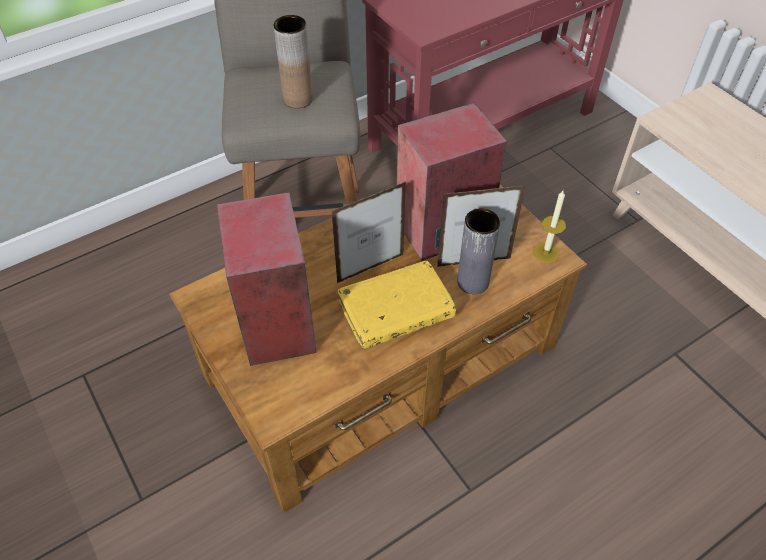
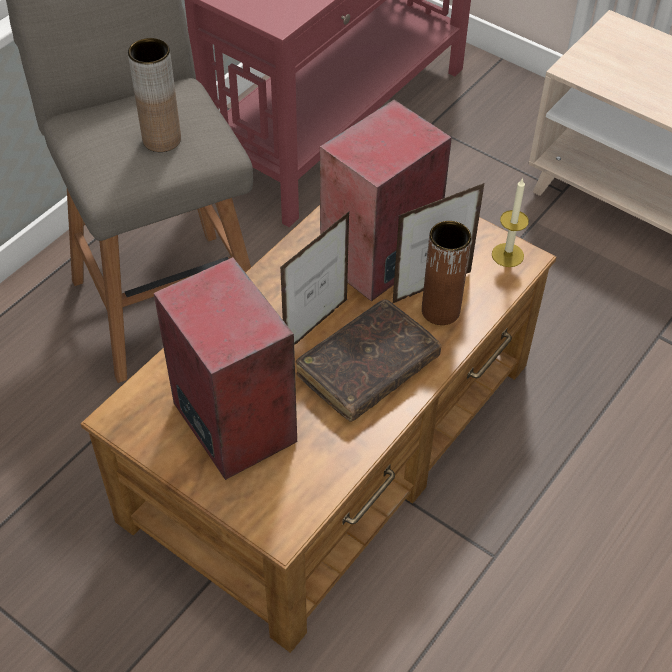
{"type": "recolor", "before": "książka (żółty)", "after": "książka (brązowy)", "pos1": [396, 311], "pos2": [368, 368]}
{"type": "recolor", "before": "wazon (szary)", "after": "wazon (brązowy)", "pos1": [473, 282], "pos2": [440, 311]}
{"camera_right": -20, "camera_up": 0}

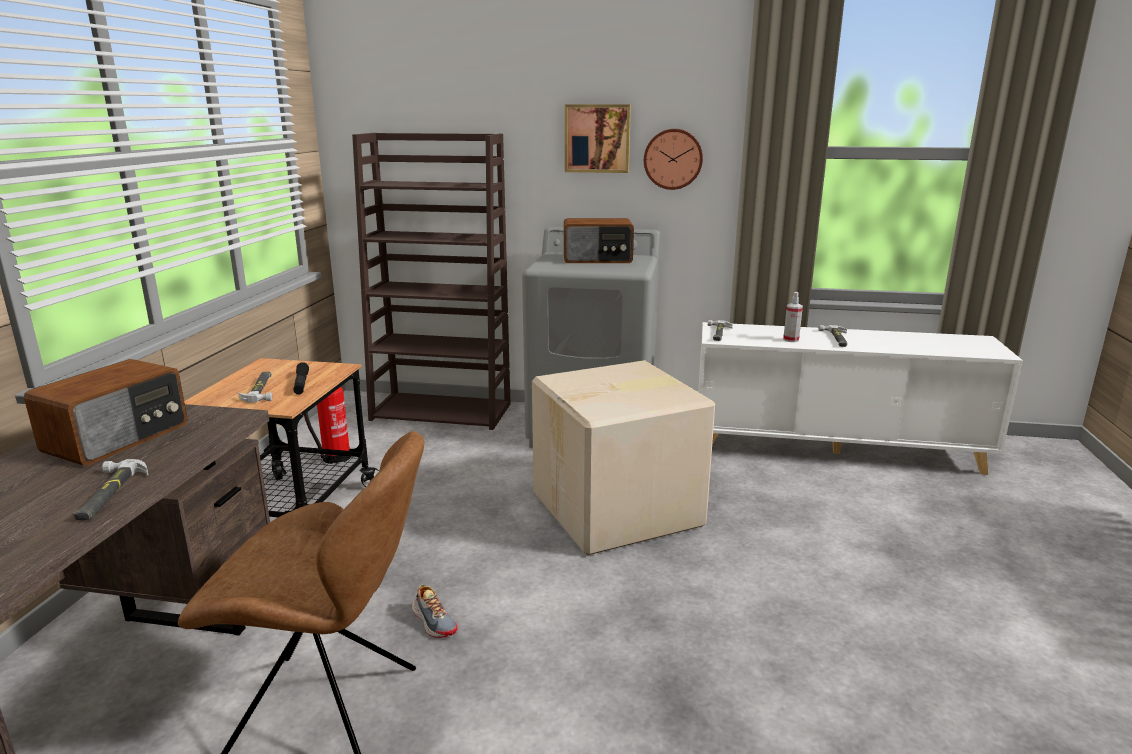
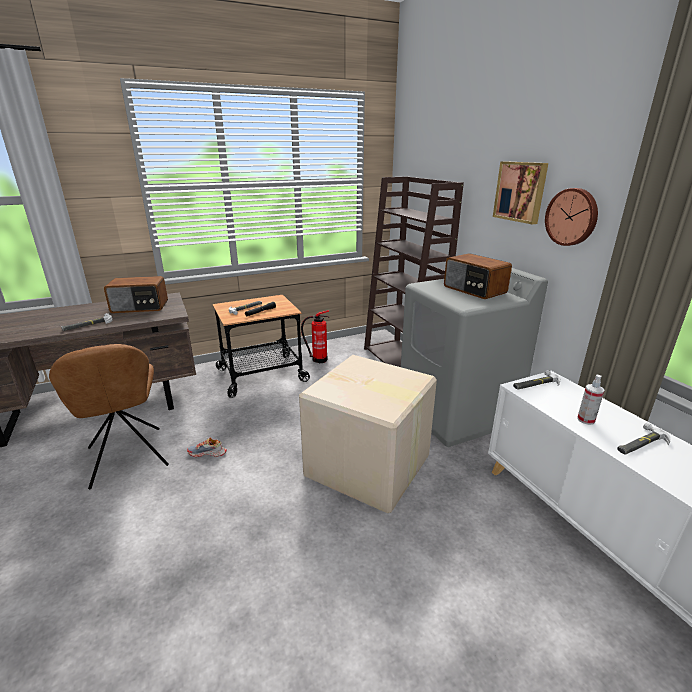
{"type": "rotate", "before": "but", "pos1": [434, 621], "pos2": [207, 453], "turn": 75}
{"camera_right": 55, "camera_up": 5}

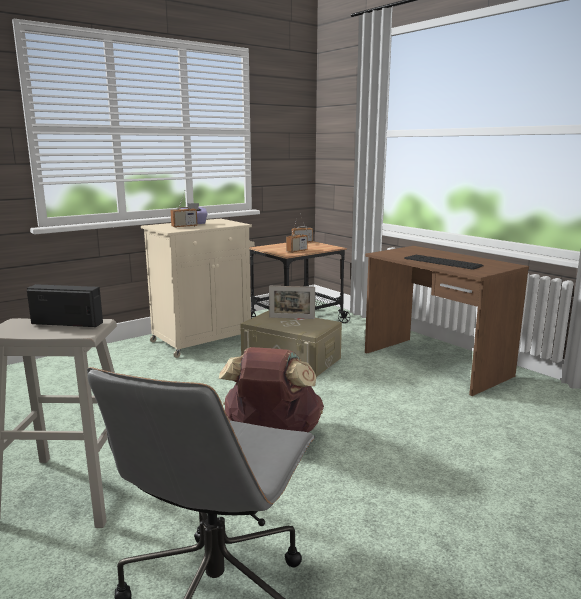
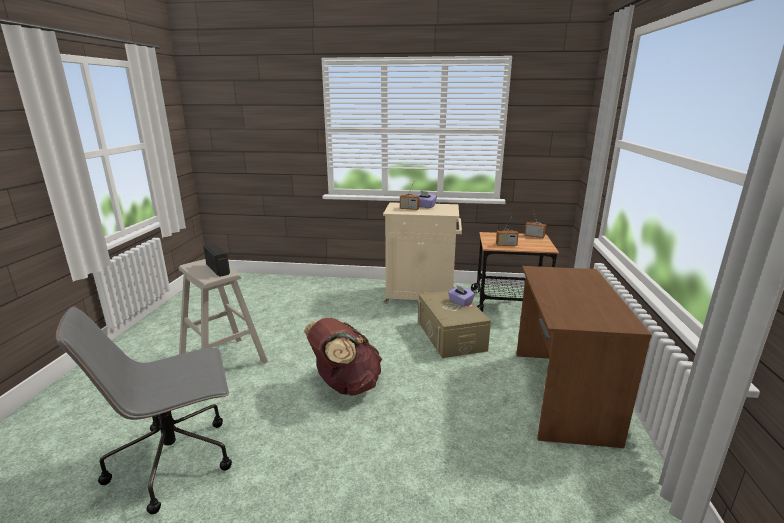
{"type": "replace", "before": "ramka na zdjęcie", "after": "pudełko chusteczek (fioletowy)", "pos1": [292, 318], "pos2": [460, 302]}
{"type": "delete", "before": "klawiatura", "pos1": [442, 262]}
{"camera_right": 45, "camera_up": 5}

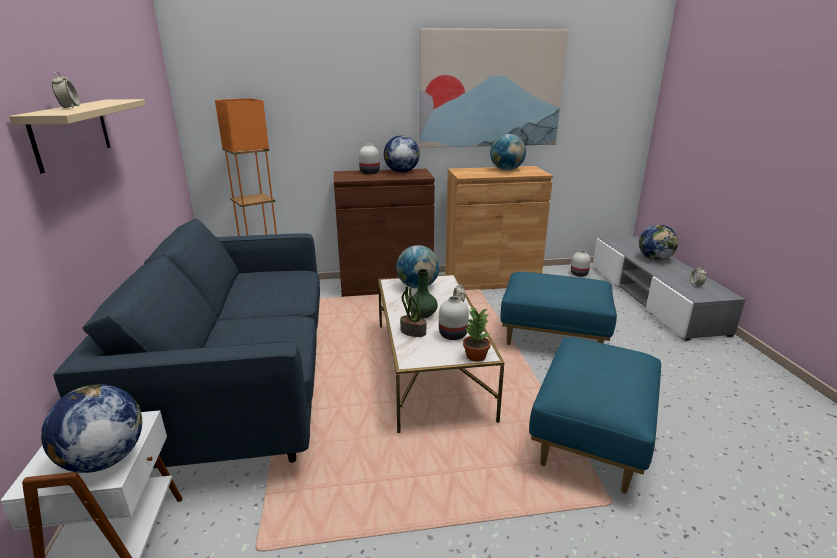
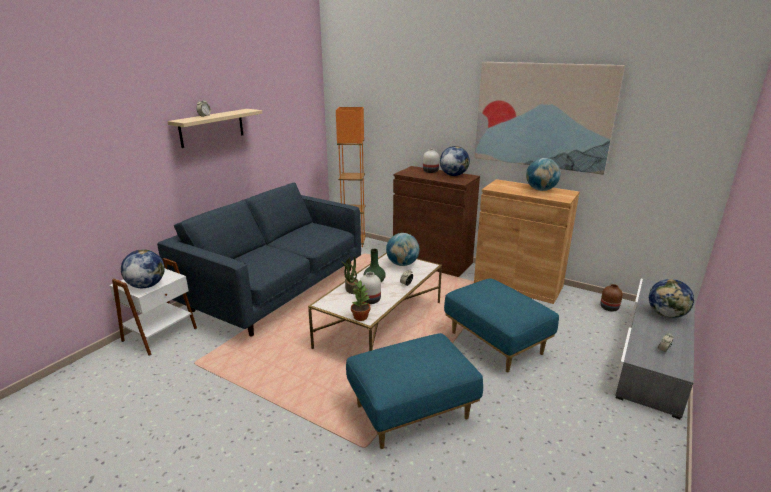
{"type": "recolor", "before": "wazon (biały)", "after": "wazon (brązowy)", "pos1": [578, 274], "pos2": [608, 308]}
{"camera_right": 40, "camera_up": 0}

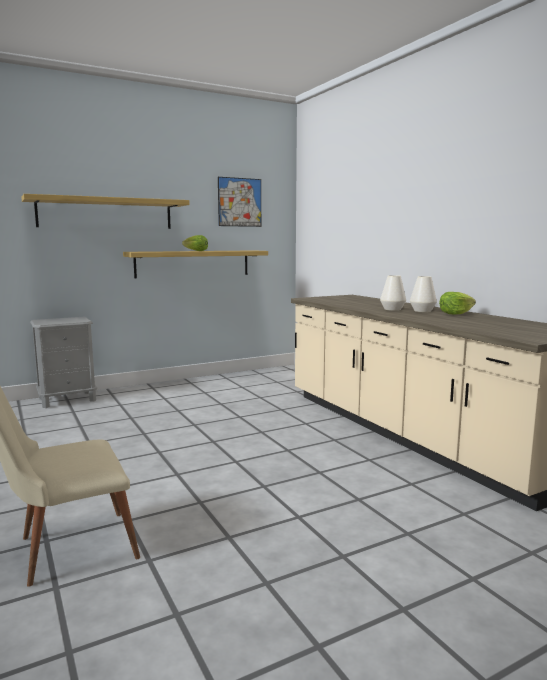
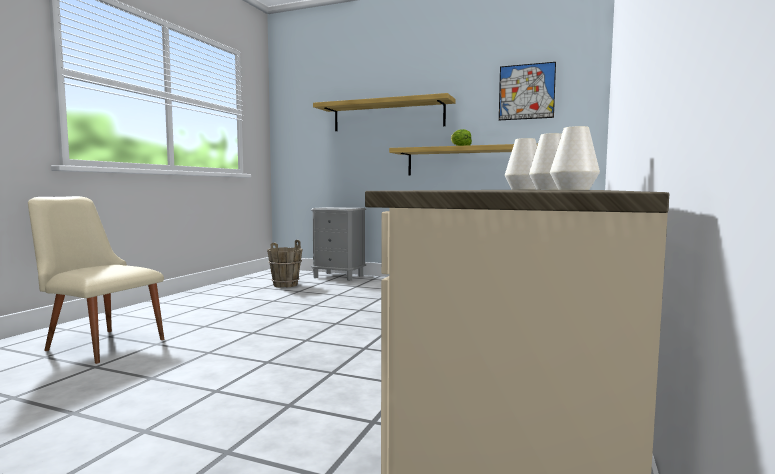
{"type": "insert", "after": "wiadro (brązowy)", "pos2": [285, 285]}
{"type": "replace", "before": "sałata", "after": "wazon (biały)", "pos1": [455, 313], "pos2": [573, 190]}
{"camera_right": 50, "camera_up": -5}

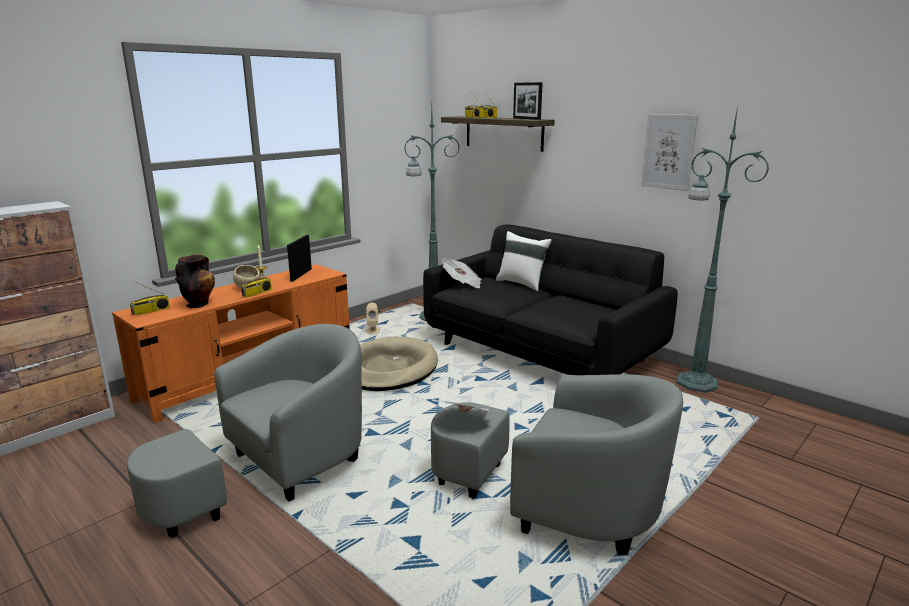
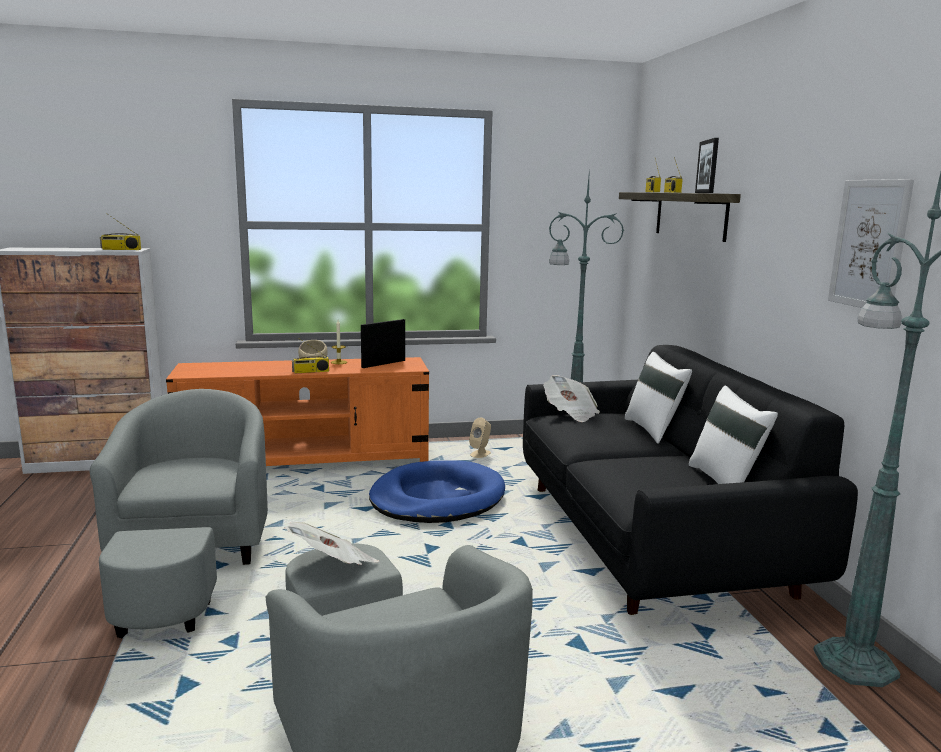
{"type": "rotate", "before": "fotel (szary)", "pos1": [275, 471], "pos2": [189, 560], "turn": -90}
{"type": "move", "before": "radio", "pos1": [151, 311], "pos2": [120, 249]}
{"type": "recolor", "before": "legowisko (beżowy)", "after": "legowisko (niebieski)", "pos1": [389, 369], "pos2": [437, 498]}
{"type": "insert", "after": "poduszka (biały)", "pos2": [725, 482]}
{"type": "delete", "before": "wazon", "pos1": [198, 304]}
{"camera_right": 35, "camera_up": -5}

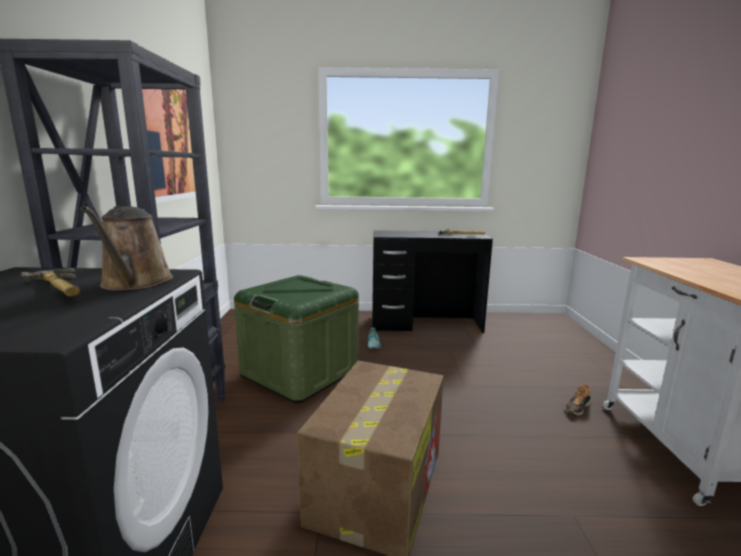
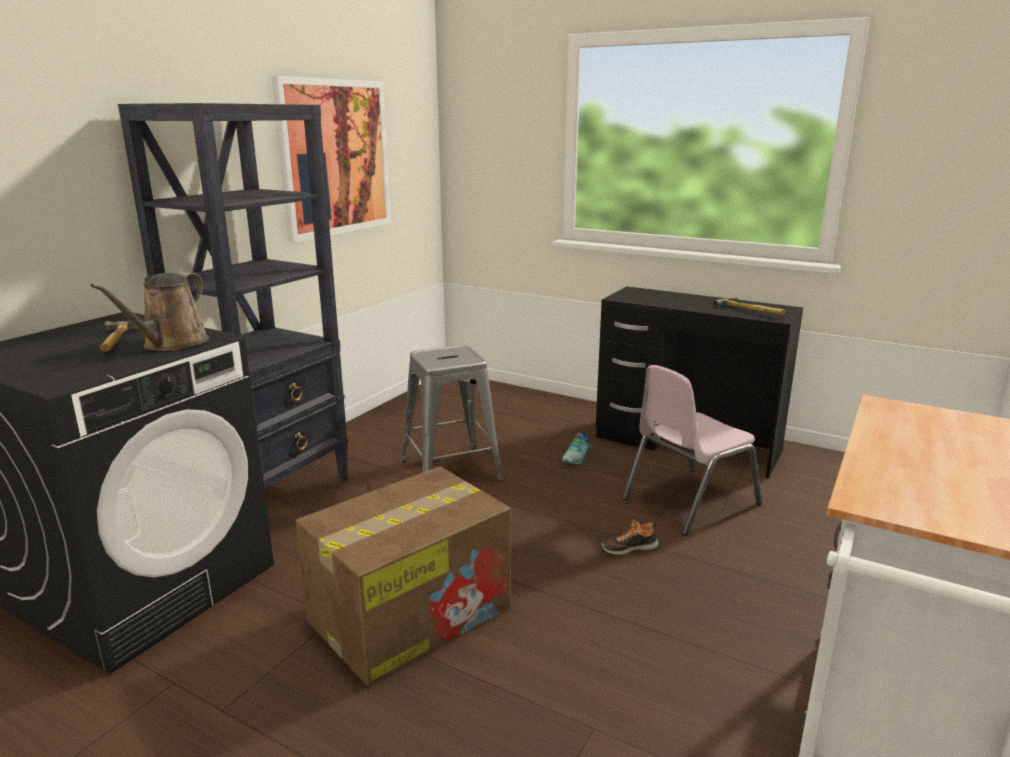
{"type": "replace", "before": "pojemnik do przechowywania (zielony)", "after": "stołek (szary)", "pos1": [300, 372], "pos2": [450, 471]}
{"type": "move", "before": "but", "pos1": [577, 407], "pos2": [629, 547]}
{"type": "insert", "after": "krzesło (różowy)", "pos2": [689, 501]}
{"camera_right": 30, "camera_up": 5}

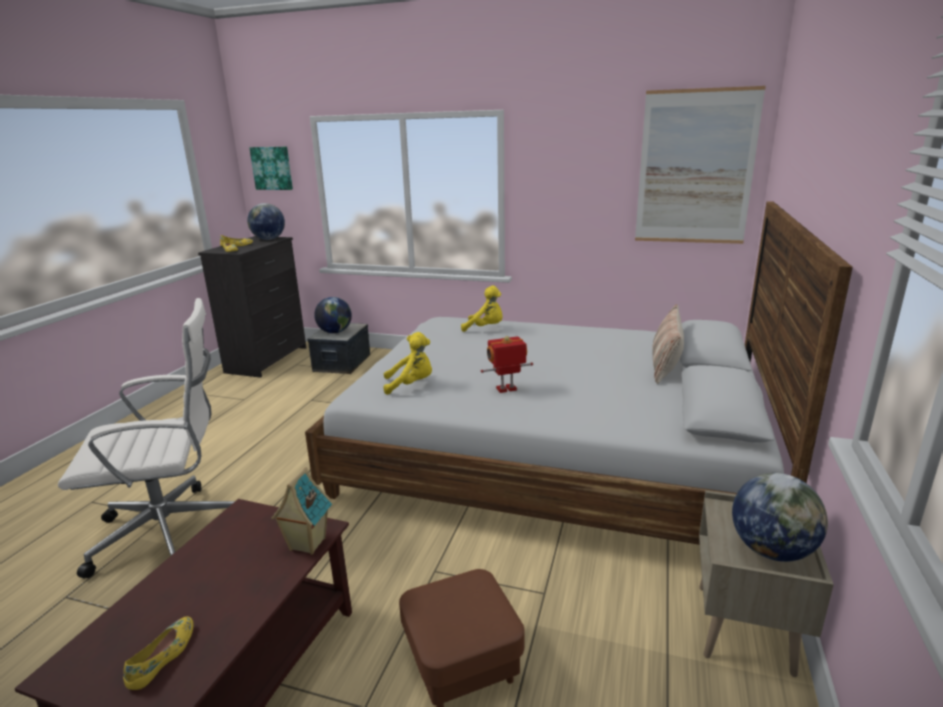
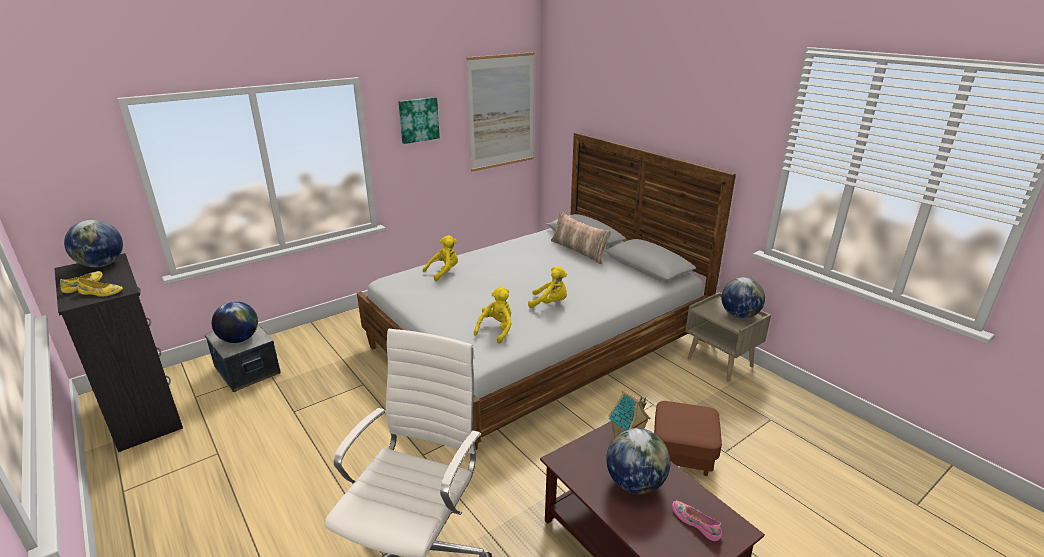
{"type": "move", "before": "obraz", "pos1": [272, 168], "pos2": [418, 120]}
{"type": "replace", "before": "robot zabawkowy", "after": "pluszak (żółty)", "pos1": [507, 389], "pos2": [550, 303]}
{"type": "insert", "after": "globus", "pos2": [635, 483]}
{"type": "recolor", "before": "but (żółty)", "after": "but (różowy)", "pos1": [164, 657], "pos2": [696, 522]}
{"camera_right": -55, "camera_up": 5}

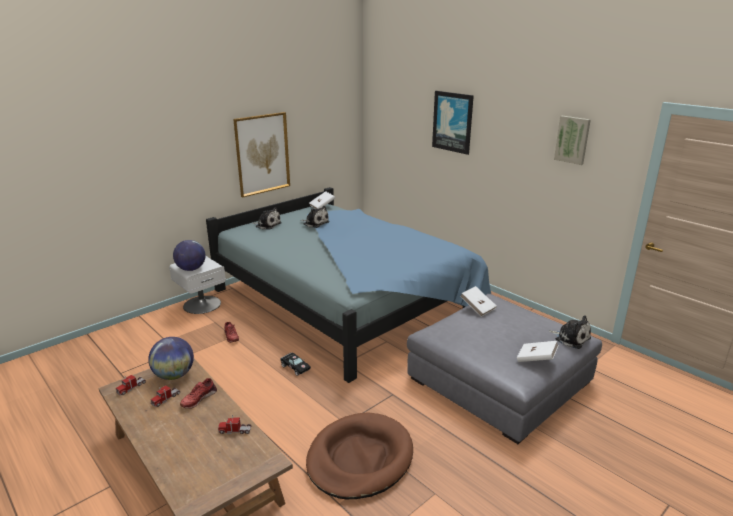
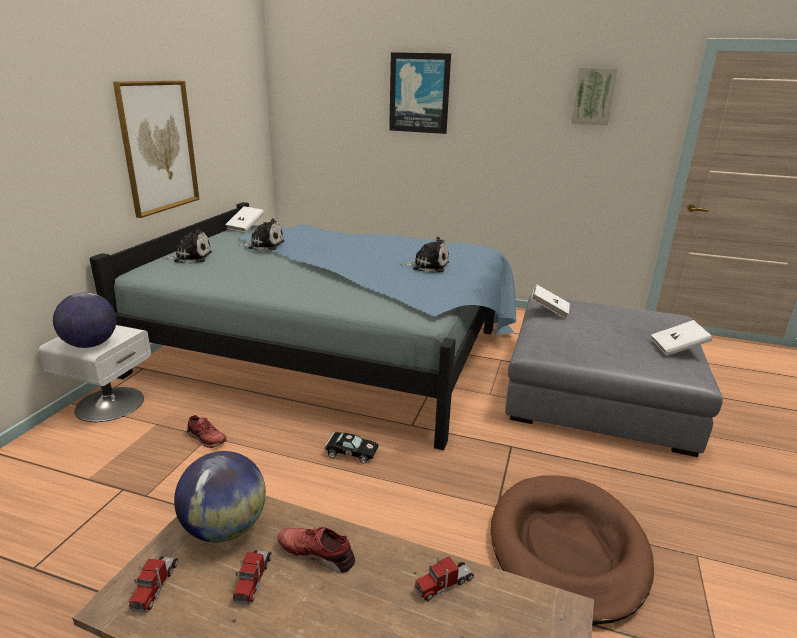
{"type": "rotate", "before": "but (czerwony)", "pos1": [198, 398], "pos2": [317, 553], "turn": 105}
{"type": "move", "before": "pluszak", "pos1": [570, 338], "pos2": [428, 266]}
{"camera_right": -30, "camera_up": 0}

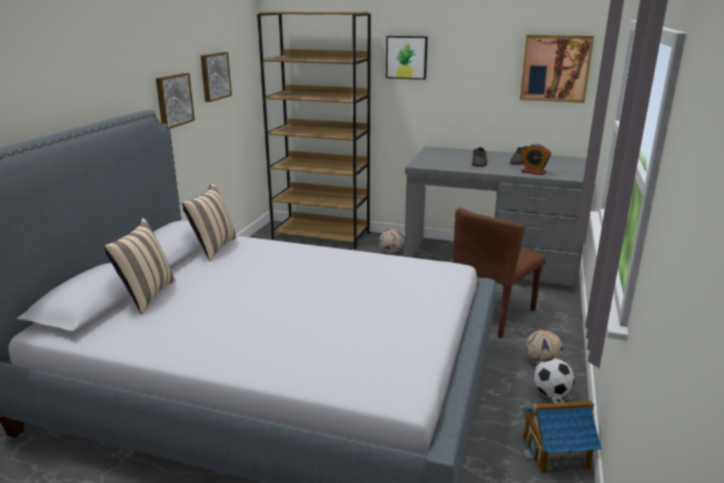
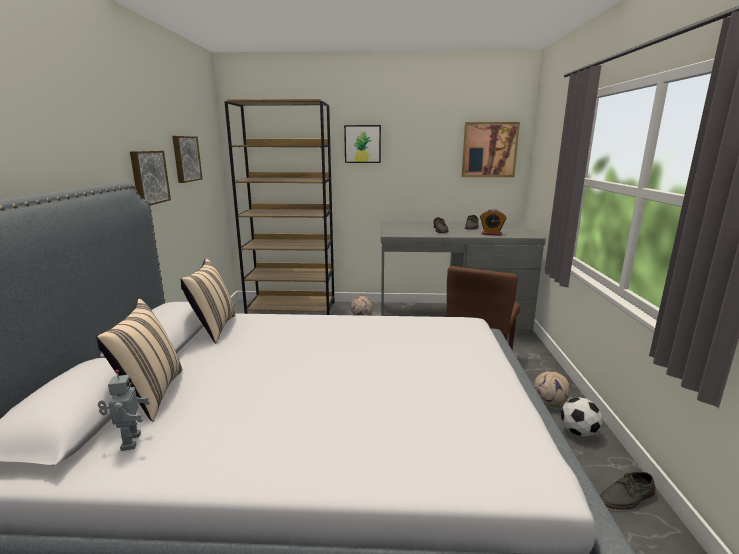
{"type": "insert", "after": "robot zabawkowy", "pos2": [129, 442]}
{"type": "replace", "before": "domek", "after": "but (szary)", "pos1": [556, 453], "pos2": [627, 497]}
{"camera_right": -15, "camera_up": -5}

